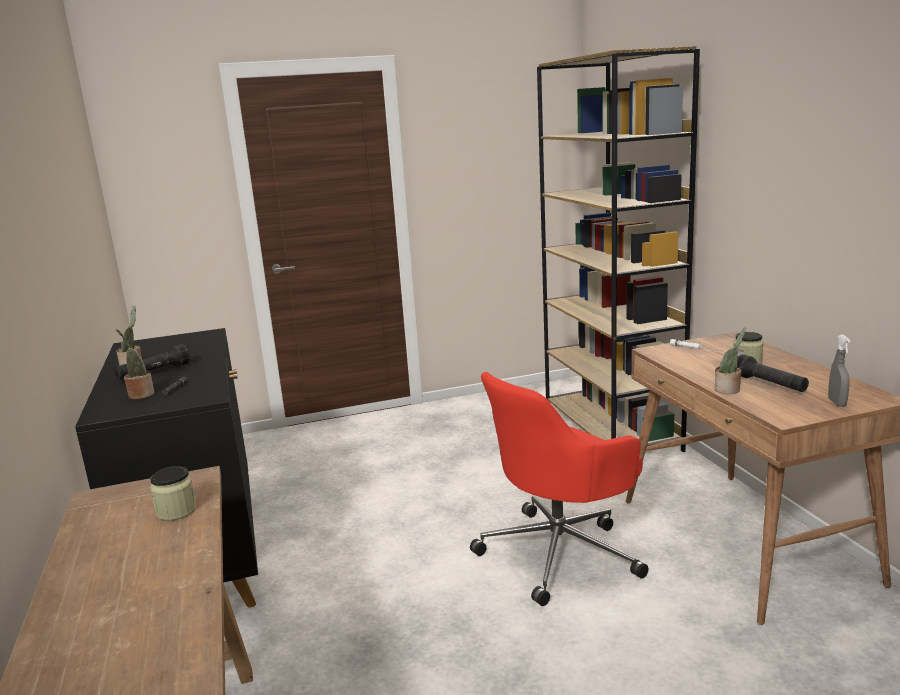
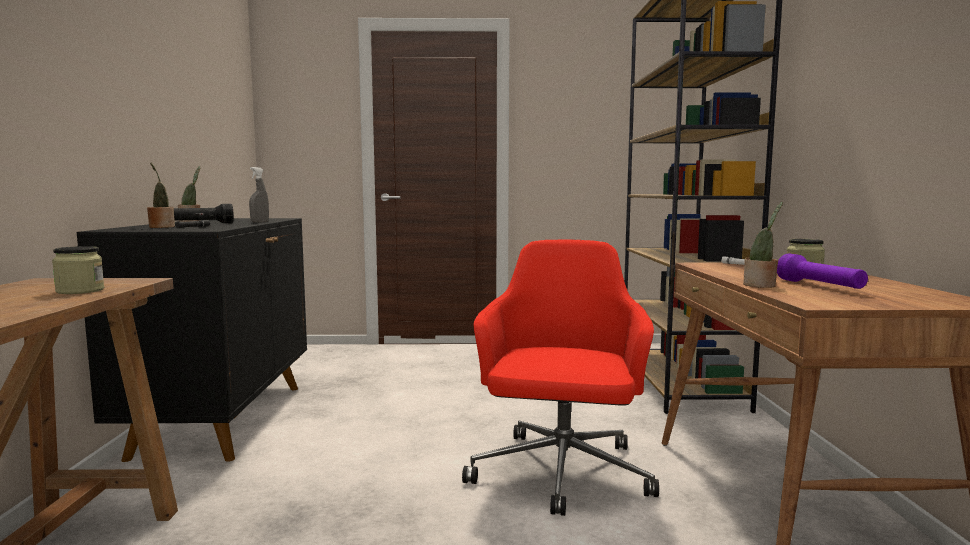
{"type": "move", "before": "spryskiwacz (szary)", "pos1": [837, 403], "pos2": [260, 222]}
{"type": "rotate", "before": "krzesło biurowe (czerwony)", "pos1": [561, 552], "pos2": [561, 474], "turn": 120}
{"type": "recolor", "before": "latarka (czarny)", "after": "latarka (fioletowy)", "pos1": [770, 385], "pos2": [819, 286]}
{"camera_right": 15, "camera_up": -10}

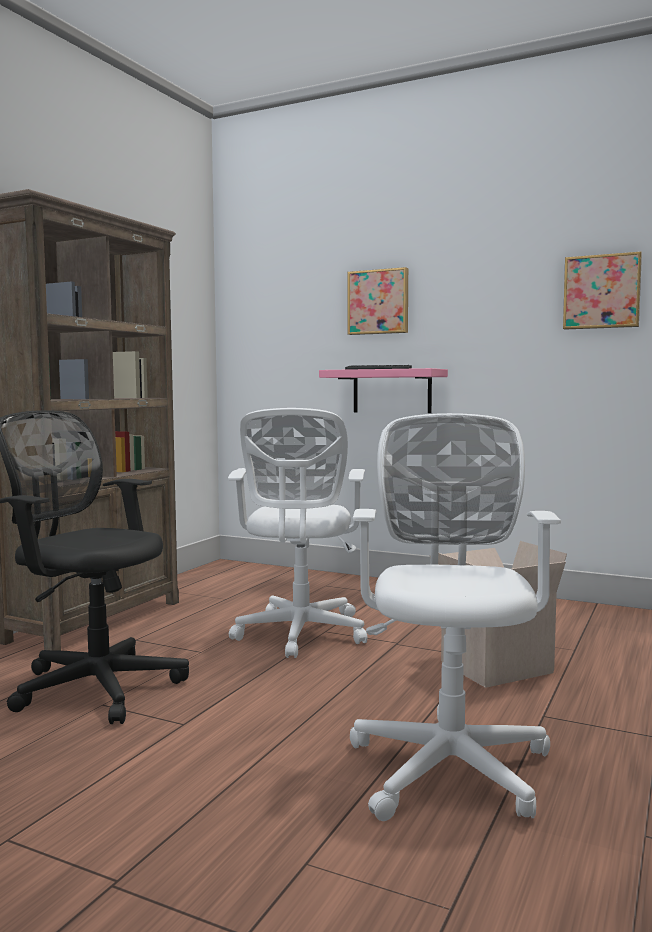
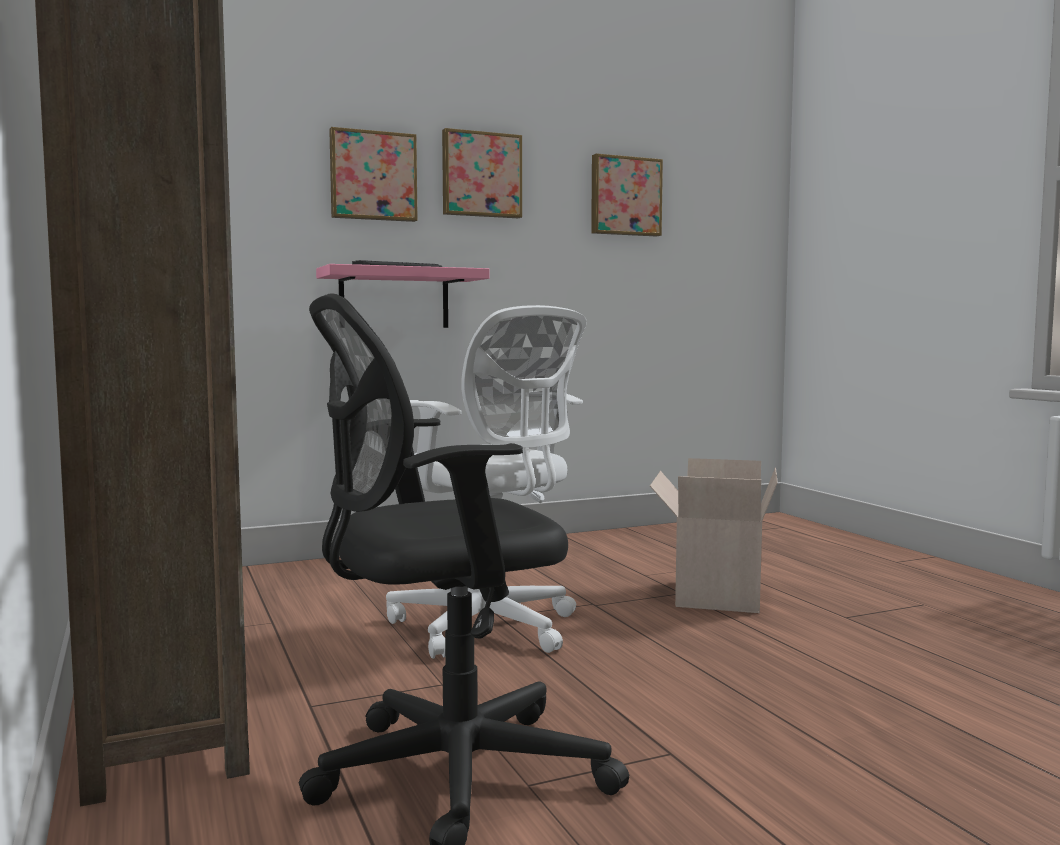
{"type": "insert", "after": "obraz", "pos2": [481, 175]}
{"type": "delete", "before": "krzesło biurowe (biały)", "pos1": [450, 763]}
{"camera_right": -50, "camera_up": 0}

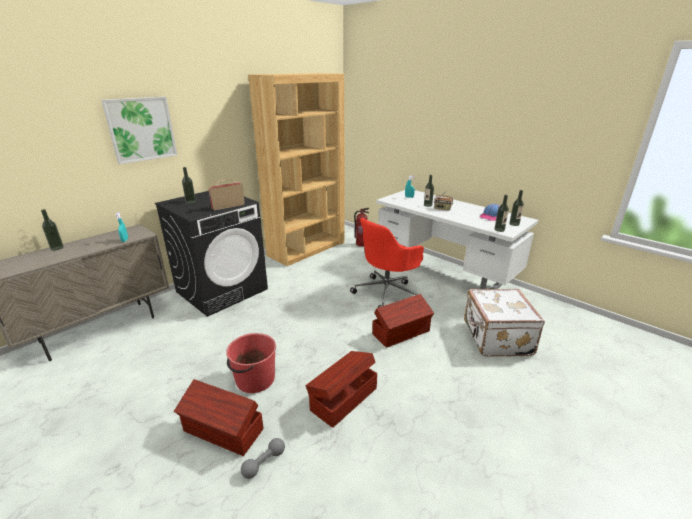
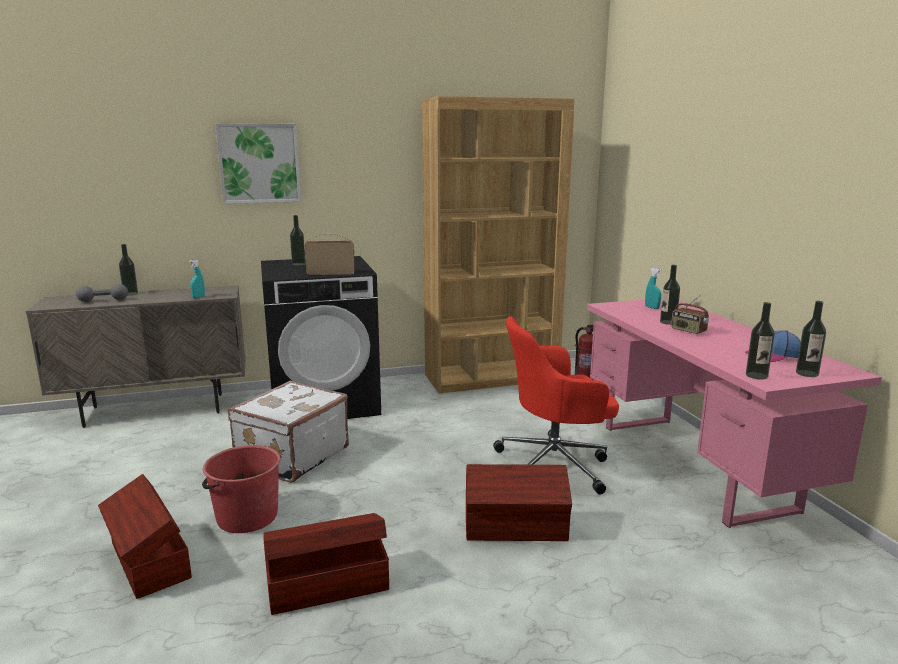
{"type": "move", "before": "hantel (szary)", "pos1": [264, 463], "pos2": [103, 300]}
{"type": "move", "before": "walizka (biały)", "pos1": [495, 338], "pos2": [291, 456]}
{"type": "recolor", "before": "biurko (biały)", "after": "biurko (różowy)", "pos1": [444, 274], "pos2": [693, 465]}
{"camera_right": 30, "camera_up": -10}

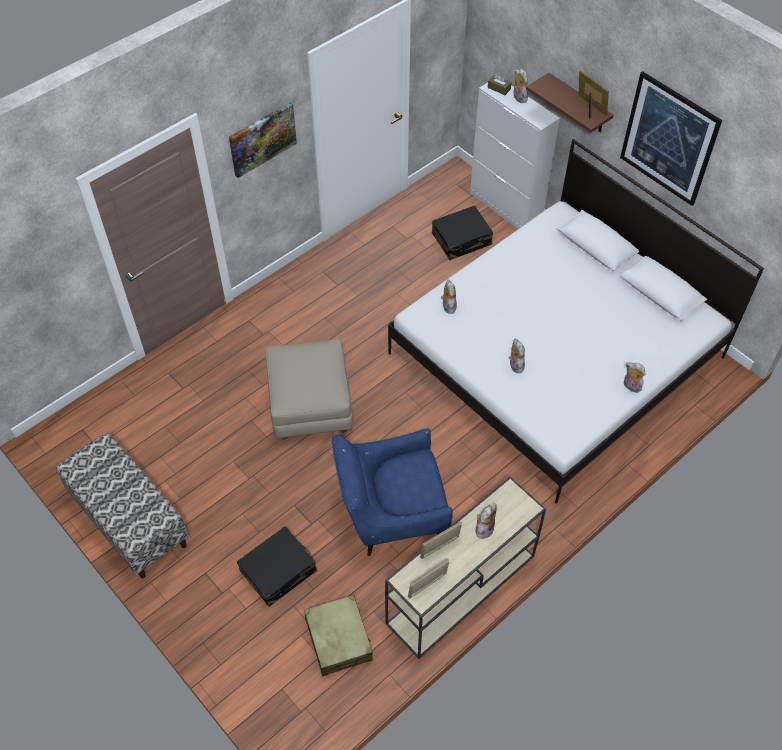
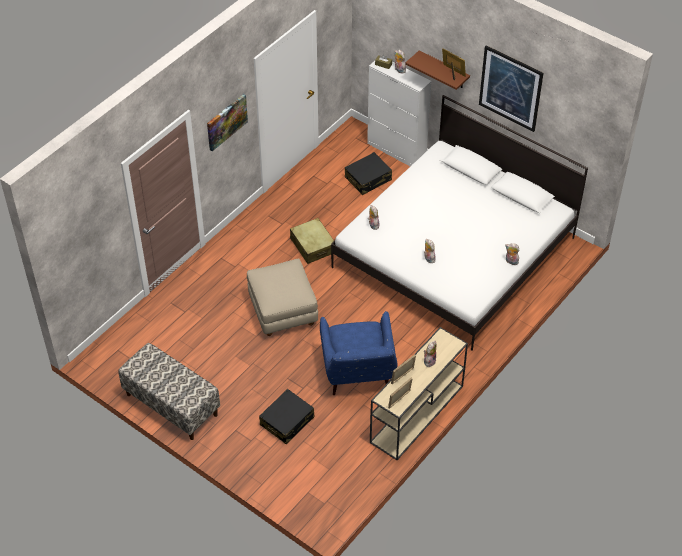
{"type": "move", "before": "walizka (beżowy)", "pos1": [338, 639], "pos2": [312, 246]}
{"type": "rotate", "before": "fotel (niebieski)", "pos1": [390, 514], "pos2": [357, 374], "turn": -75}
{"camera_right": -10, "camera_up": -5}

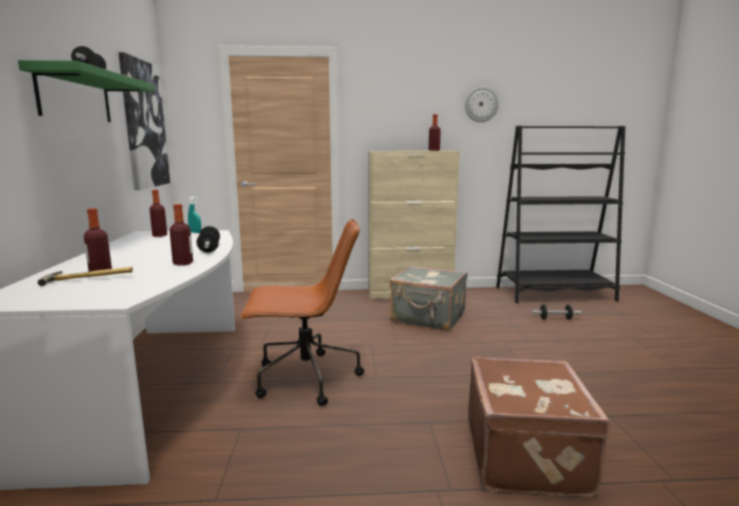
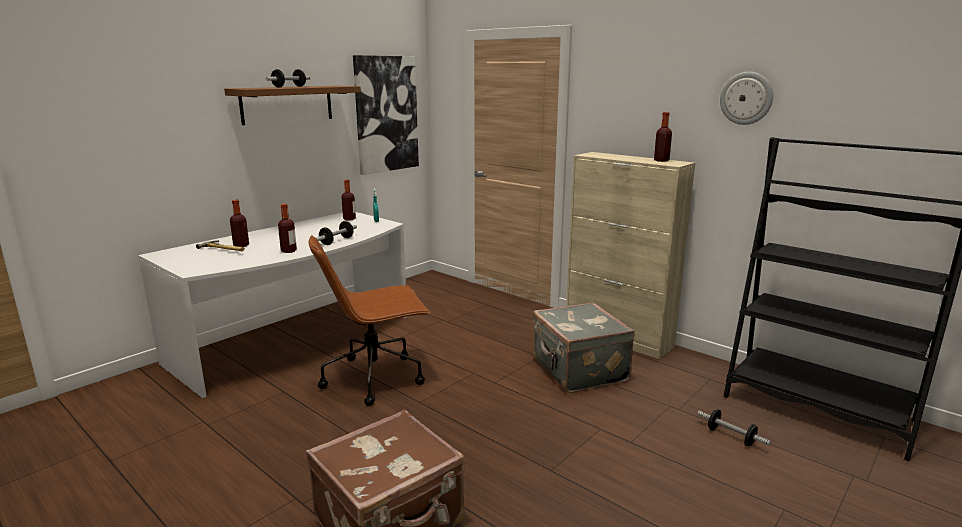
{"type": "recolor", "before": "półka (zielony)", "after": "półka (brązowy)", "pos1": [75, 97], "pos2": [287, 104]}
{"type": "rotate", "before": "krzesło biurowe (brązowy)", "pos1": [304, 379], "pos2": [375, 377], "turn": 120}
{"camera_right": 45, "camera_up": 5}

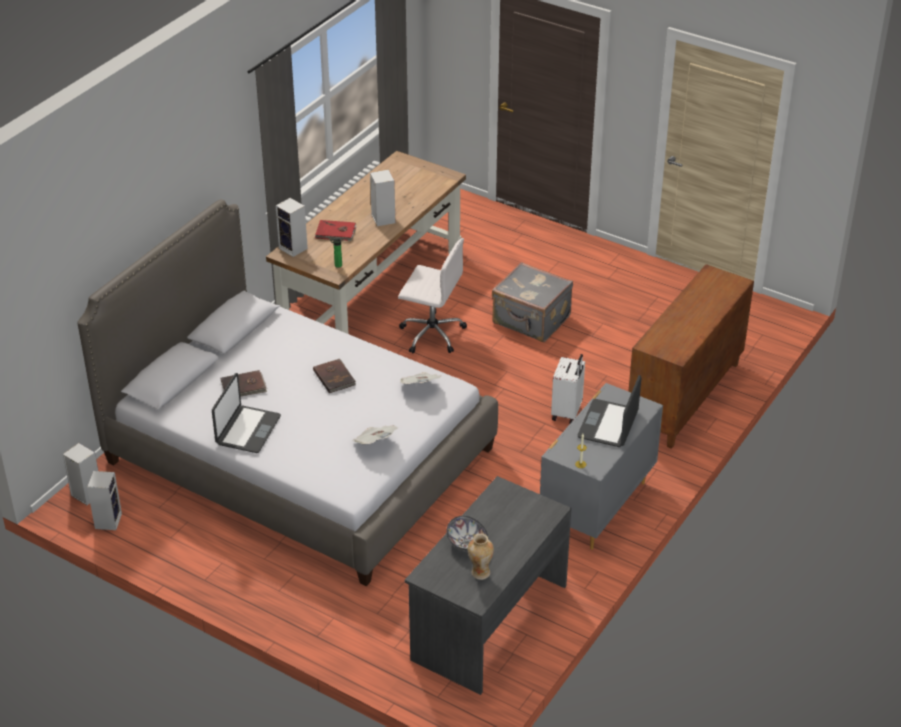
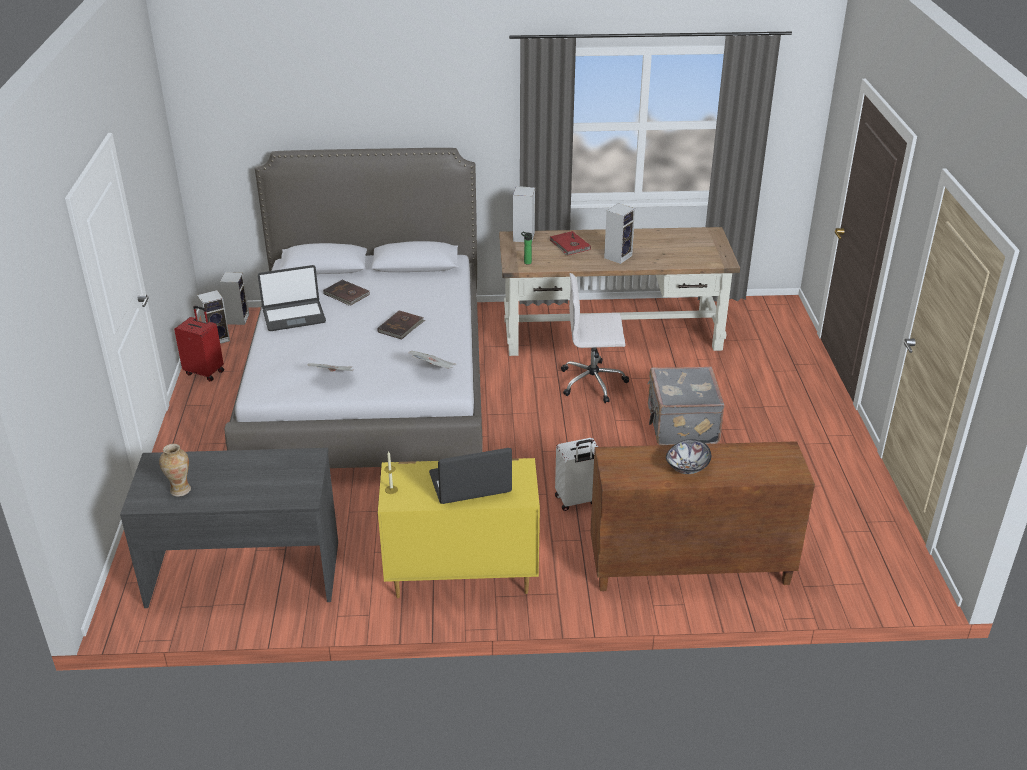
{"type": "insert", "after": "walizka (czerwony)", "pos2": [205, 372]}
{"type": "recolor", "before": "komoda (szary)", "after": "komoda (żółty)", "pos1": [596, 507], "pos2": [460, 575]}
{"type": "rotate", "before": "krzesło biurowe (biały)", "pos1": [431, 334], "pos2": [593, 382], "turn": 105}
{"type": "move", "before": "miska", "pos1": [466, 543], "pos2": [686, 467]}
{"camera_right": 55, "camera_up": -5}

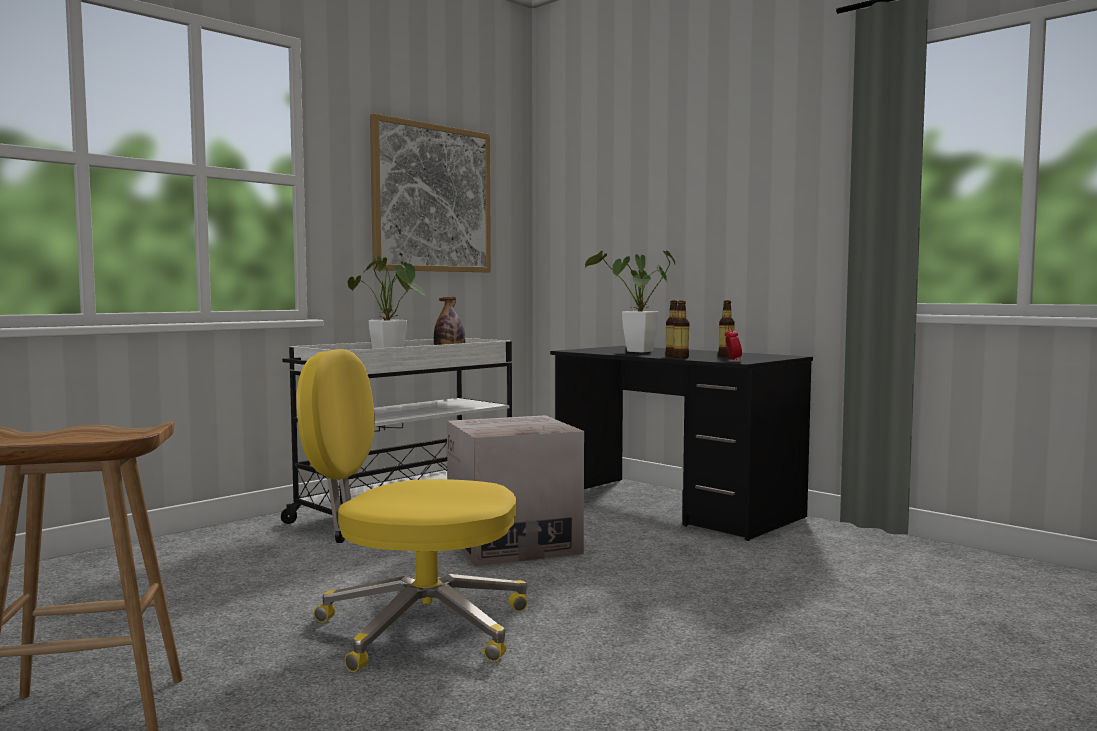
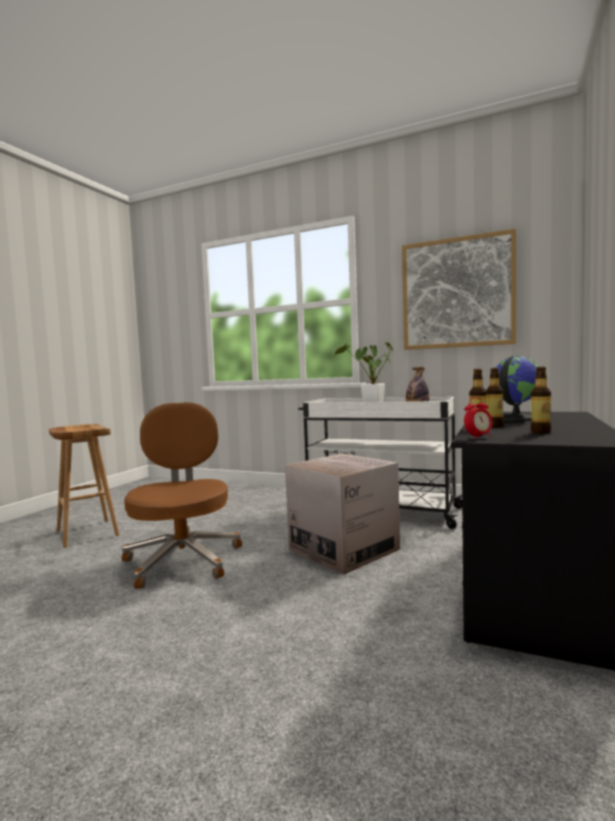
{"type": "recolor", "before": "krzesło biurowe (żółty)", "after": "krzesło biurowe (brązowy)", "pos1": [417, 627], "pos2": [183, 559]}
{"type": "replace", "before": "roślina doniczkowa", "after": "globus", "pos1": [636, 352], "pos2": [515, 418]}
{"camera_right": 70, "camera_up": 0}

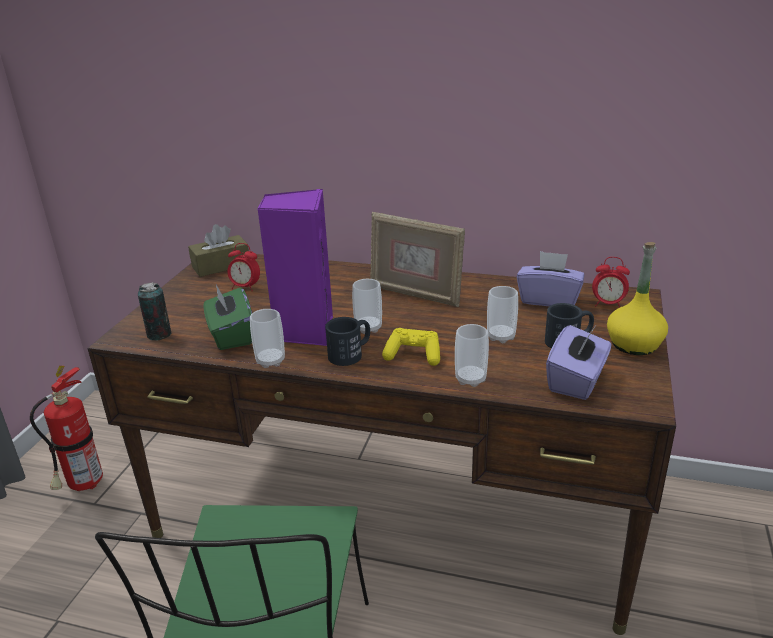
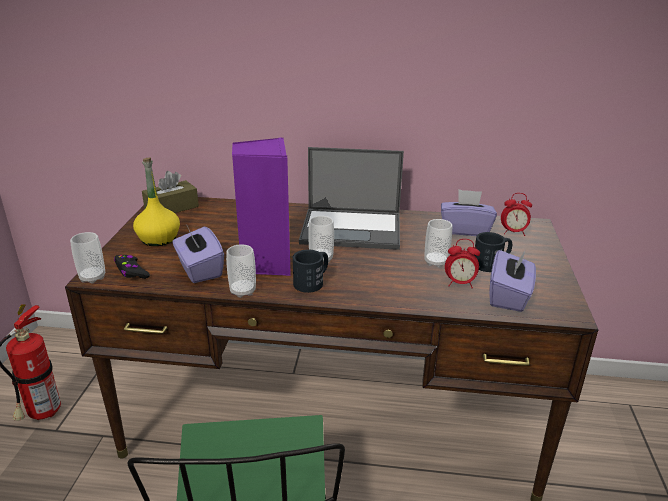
{"type": "move", "before": "filiżanka", "pos1": [470, 379], "pos2": [92, 277]}
{"type": "replace", "before": "puszka", "after": "pad do gier (czarny)", "pos1": [159, 335], "pos2": [131, 272]}
{"type": "move", "before": "butelka (żółty)", "pos1": [634, 344], "pos2": [158, 238]}
{"type": "recolor", "before": "pudełko chusteczek (zielony)", "after": "pudełko chusteczek (fioletowy)", "pos1": [231, 335], "pos2": [199, 270]}
{"type": "replace", "before": "ramka na zdjęcie", "after": "laptop", "pos1": [415, 294], "pos2": [353, 229]}
{"type": "move", "before": "budzik", "pos1": [245, 287], "pos2": [460, 283]}
{"type": "delete", "before": "pad do gier (żółty)", "pos1": [413, 355]}
{"camera_right": -10, "camera_up": 0}

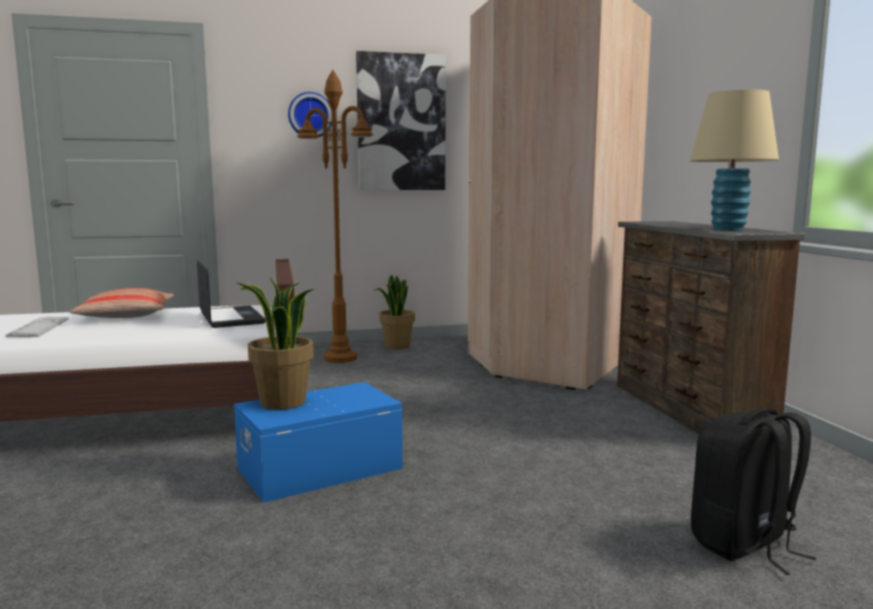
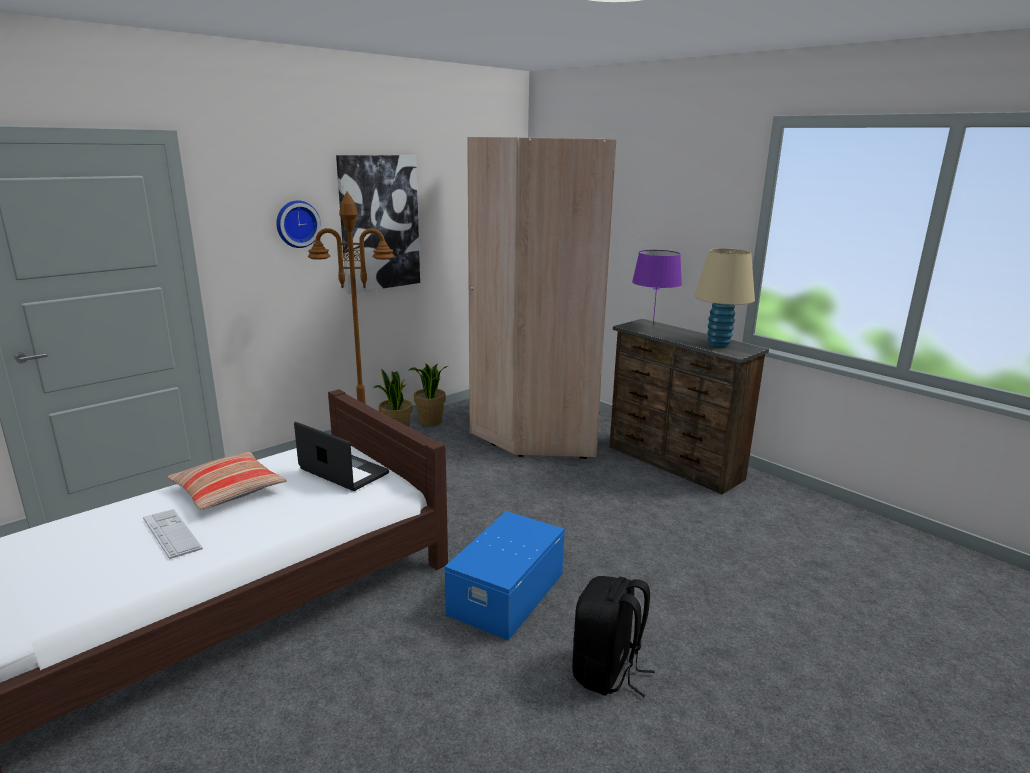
{"type": "move", "before": "roślina doniczkowa", "pos1": [282, 403], "pos2": [430, 422]}
{"type": "move", "before": "plecak (czarny)", "pos1": [744, 545], "pos2": [607, 672]}
{"type": "insert", "after": "lampa stołowa (fioletowy)", "pos2": [653, 326]}
{"camera_right": -30, "camera_up": 10}

